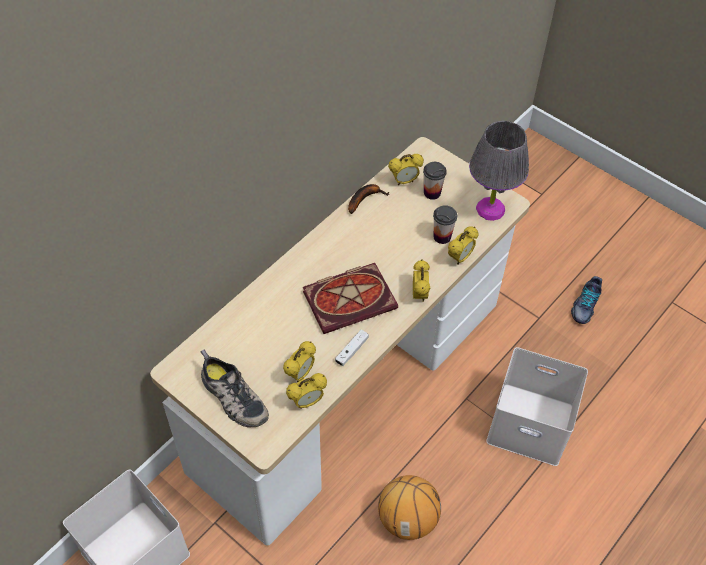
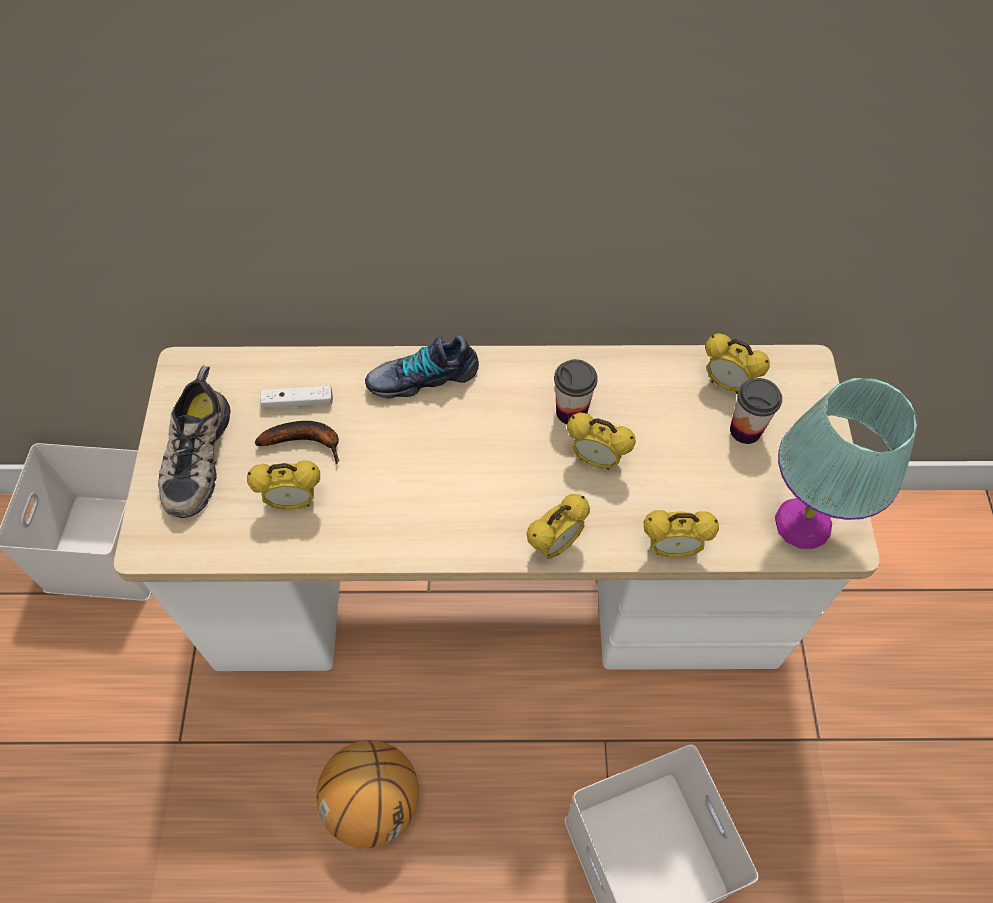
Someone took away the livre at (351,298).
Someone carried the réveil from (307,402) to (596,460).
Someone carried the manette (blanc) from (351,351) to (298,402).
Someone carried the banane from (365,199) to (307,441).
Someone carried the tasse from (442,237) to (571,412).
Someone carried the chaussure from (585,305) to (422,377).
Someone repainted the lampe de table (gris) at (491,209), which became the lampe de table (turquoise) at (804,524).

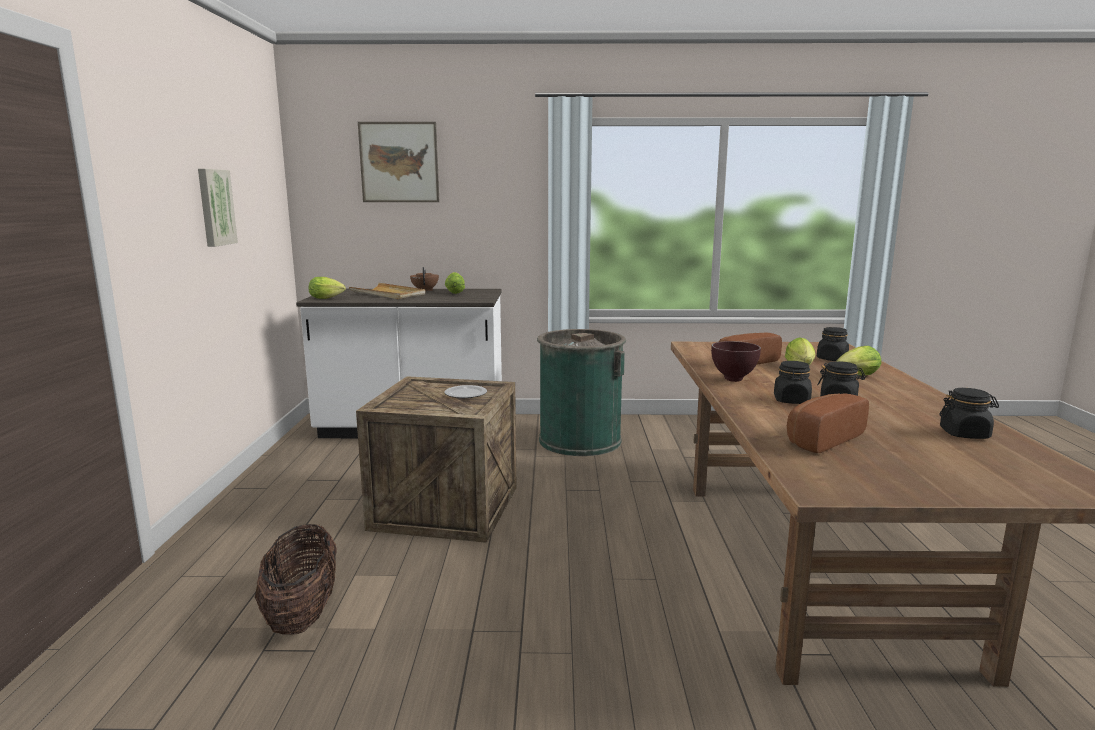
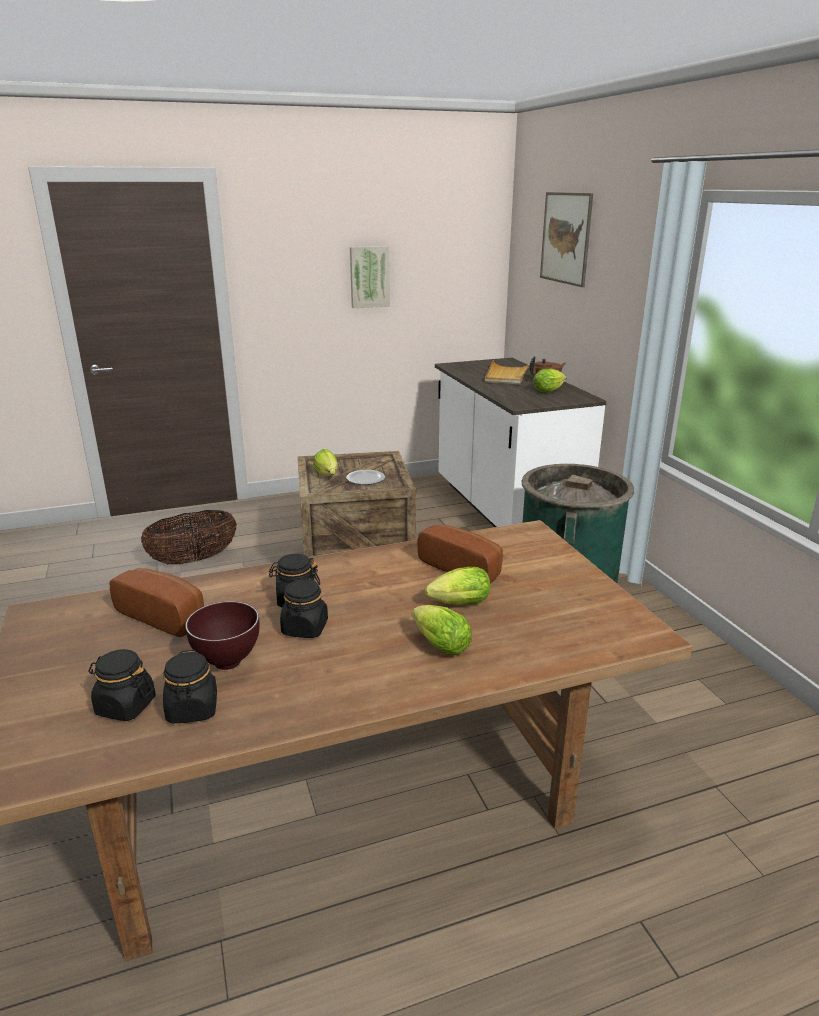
Someone carried the laitue from (328,298) to (327,476).
Someone carried the bol (marron) from (733,380) to (226,663).
Someone carried the bocal (noir) from (832,359) to (125,706).

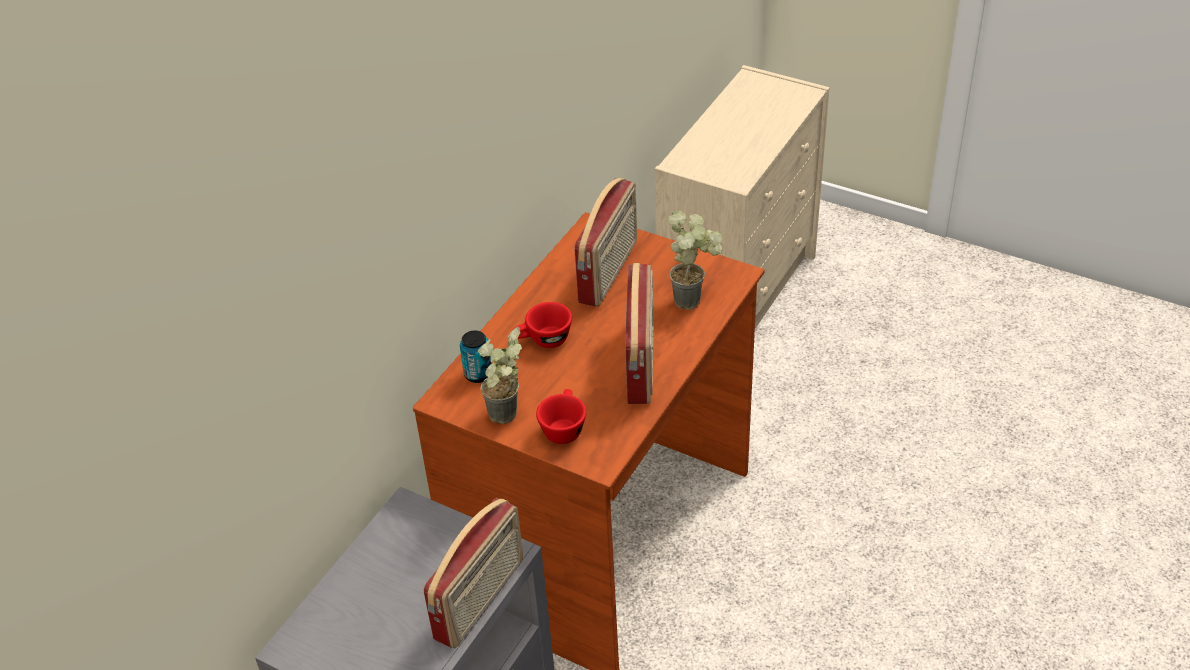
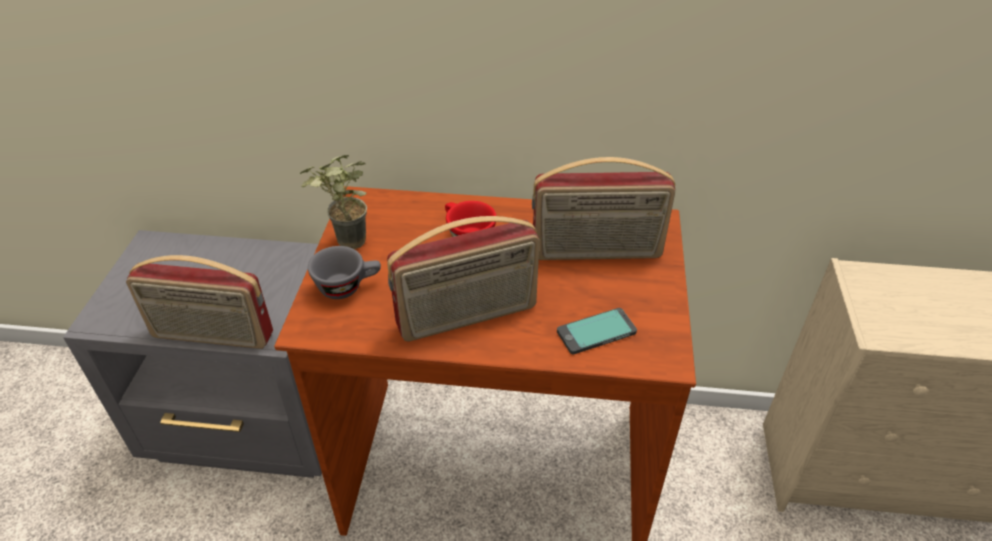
Someone took away the boîte métallique at (478,374).
Someone swapped the plante en pot at (694,299) for the téléphone at (596,332).
Someone repainted the tasse (rouge) at (563,427), which became the tasse (gris) at (348,286).

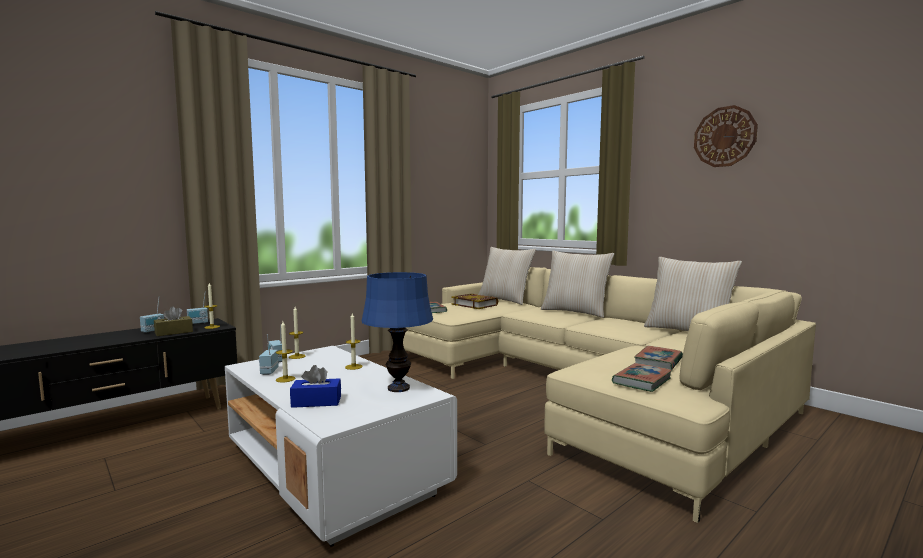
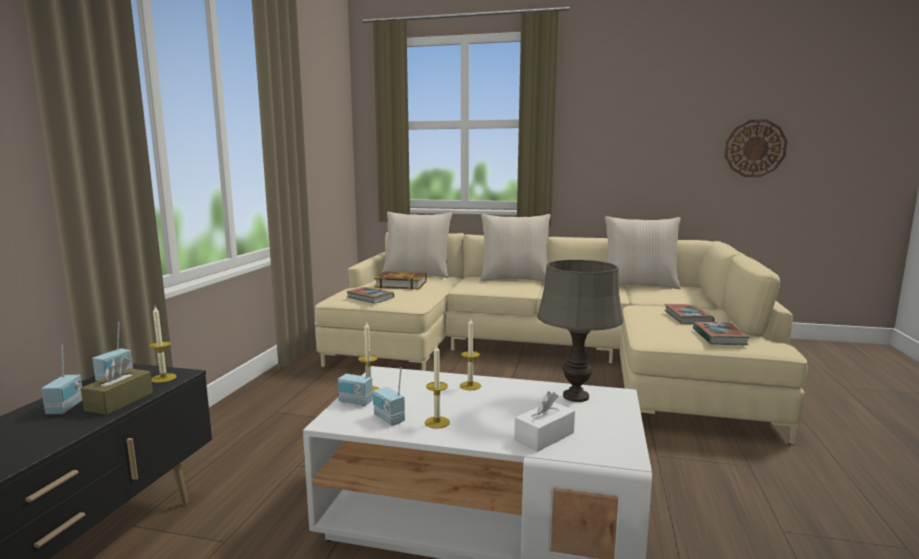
Someone carried the horloge murale from (724,137) to (755,148).
Someone repainted the boîte à mouchoirs (bleu) at (316,402), which became the boîte à mouchoirs (blanc) at (544,436).
Someone repainted the lampe de table (bleu) at (398,388), which became the lampe de table (gris) at (575,396).

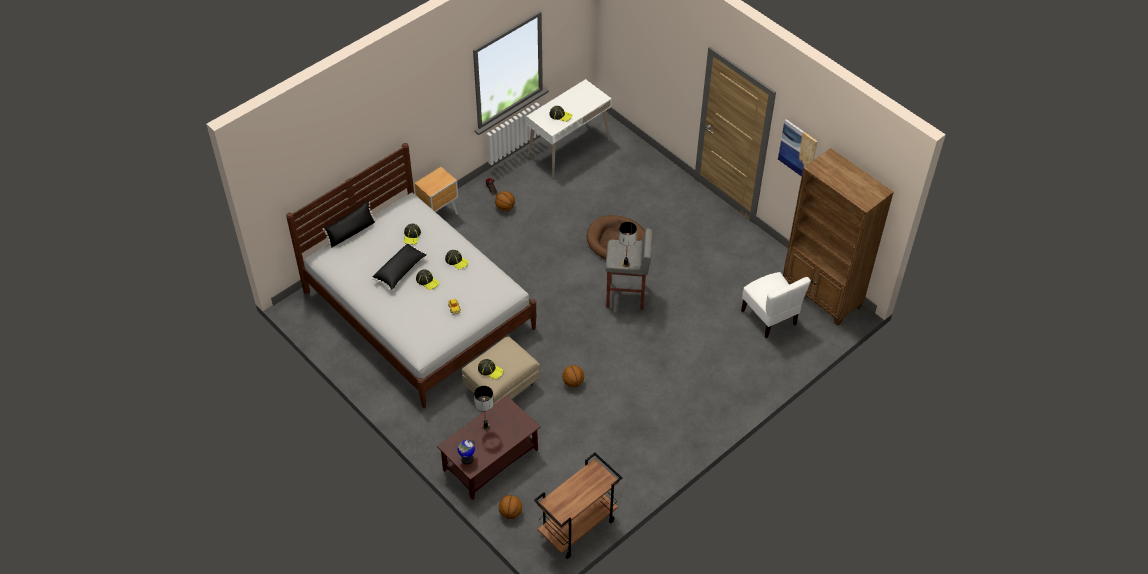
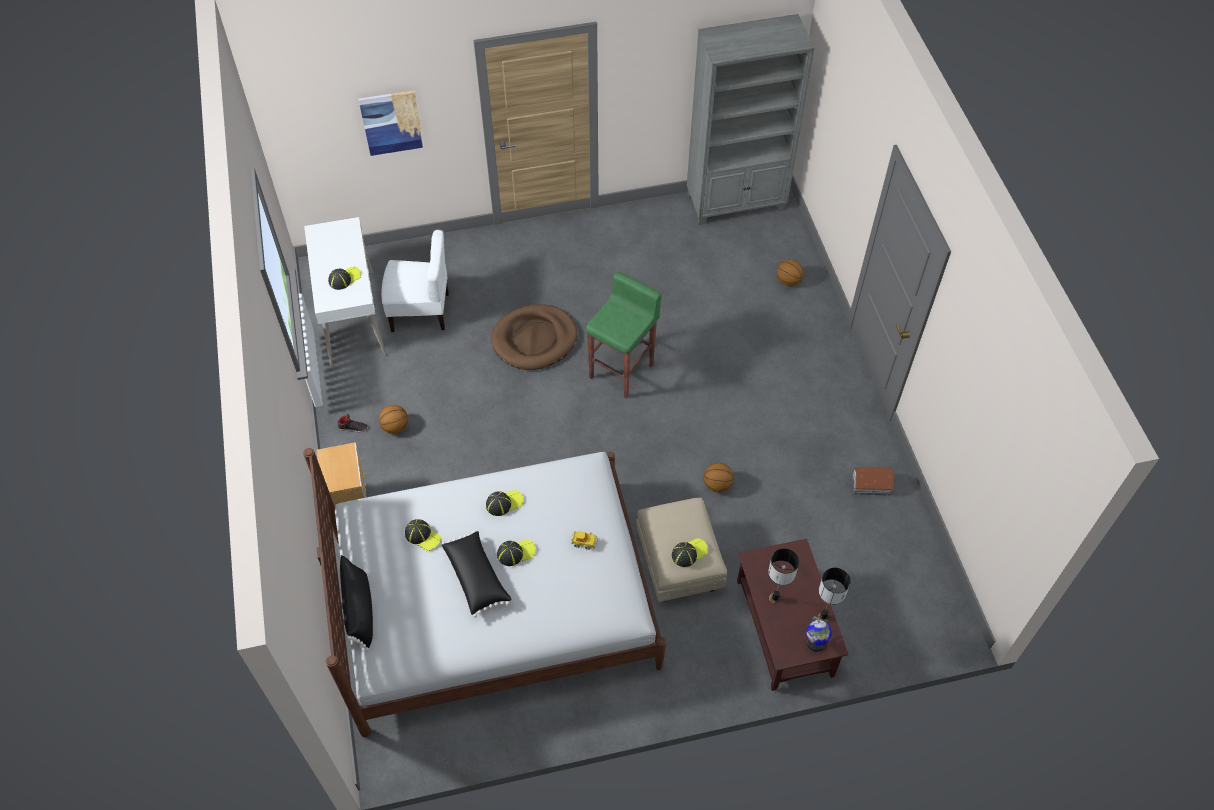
Someone took away the chariot (marron) at (577,528).
Someone put down the maison miniature at (871,484).
Someone carried the ballon de basket from (510,513) to (788,281).
Someone carried the lampe de table from (626,264) to (823,617).
Someone carried the chaise (blanc) from (769,317) to (421,311).
Someone carried the tableau from (798,149) to (391,122).
Someone repainted the tabouret (gris) at (626,296), which became the tabouret (vert) at (622,371).
Someone repainted the bibliothèque (marron) at (821,296), which became the bibliothèque (gris) at (736,202).

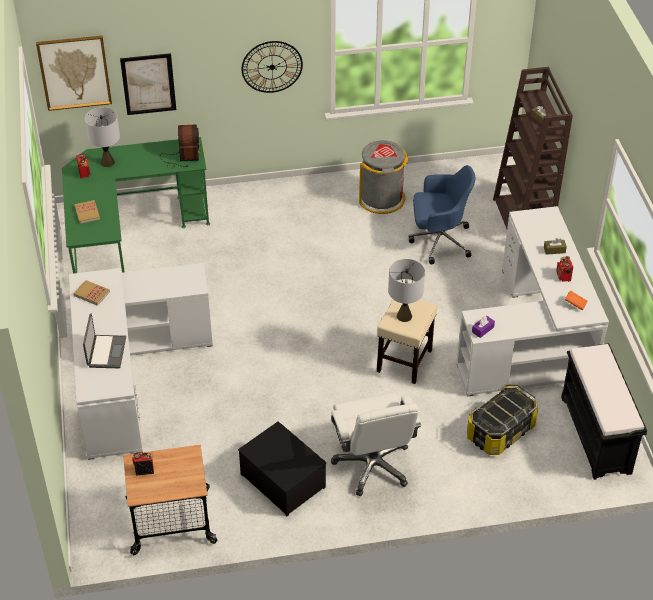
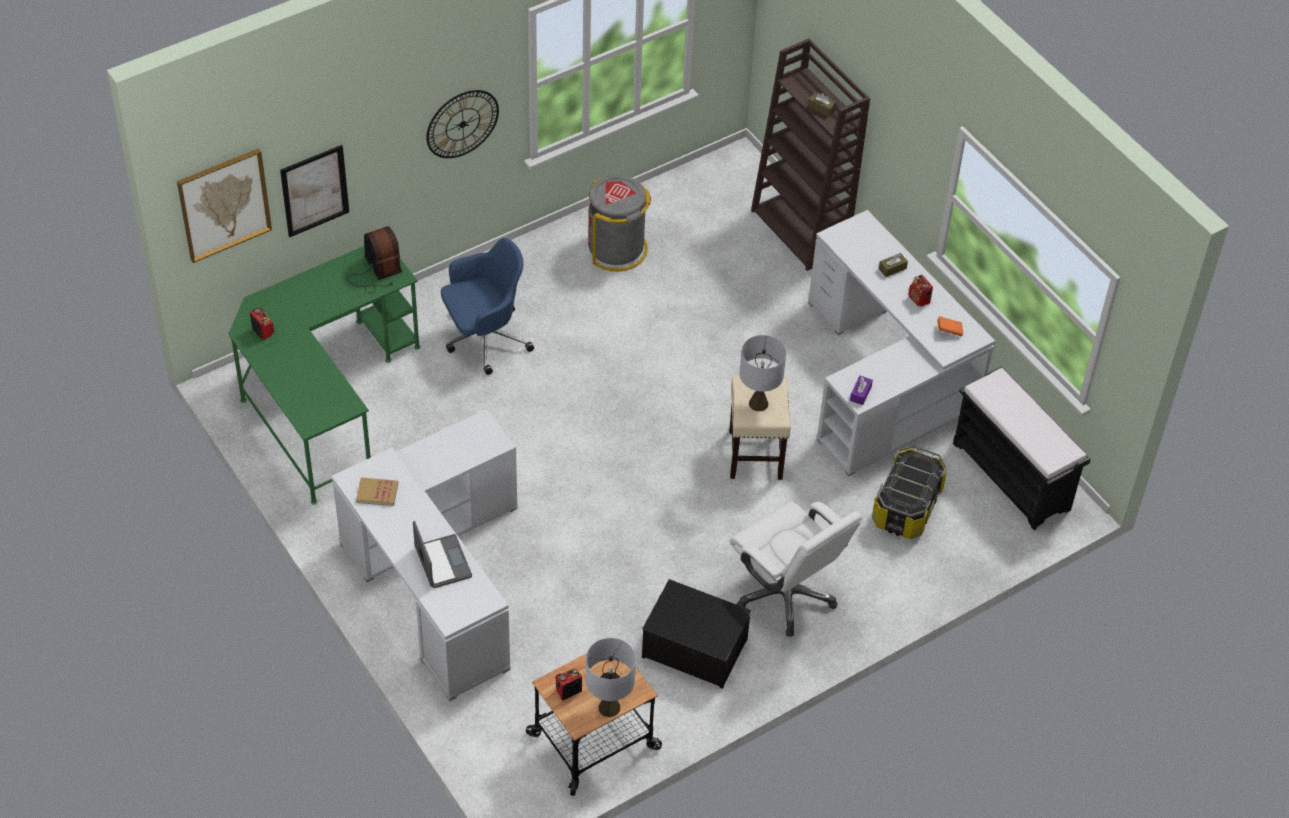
Someone took away the livre at (87,213).
Someone carried the lampe de table (gris) from (107,162) to (609,707).
Someone carried the chaise de bureau (bleu) from (438,240) to (484,339).

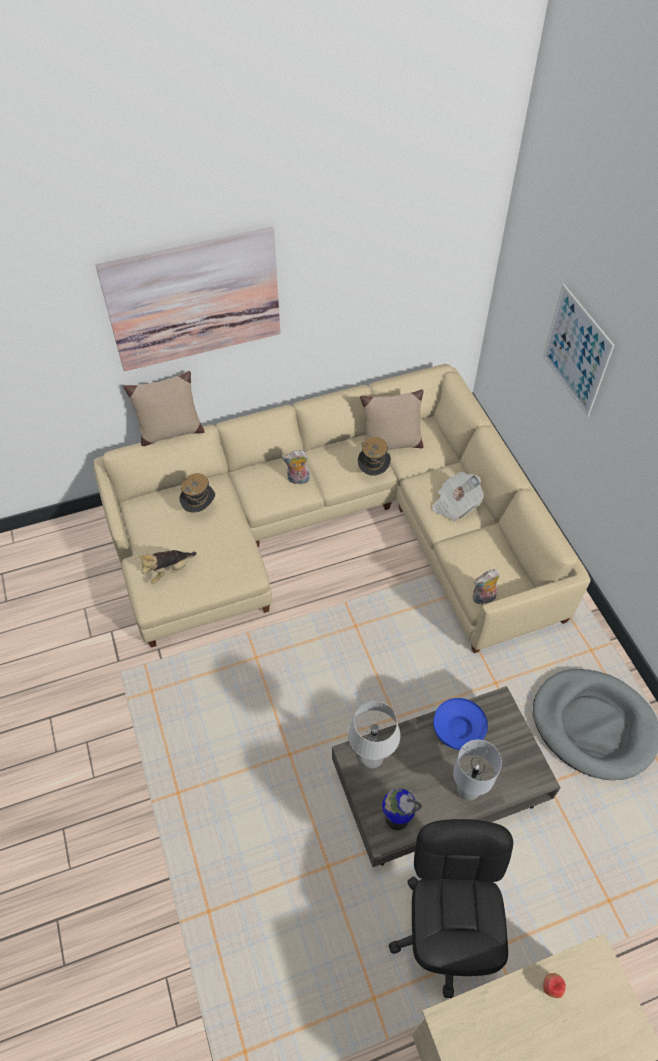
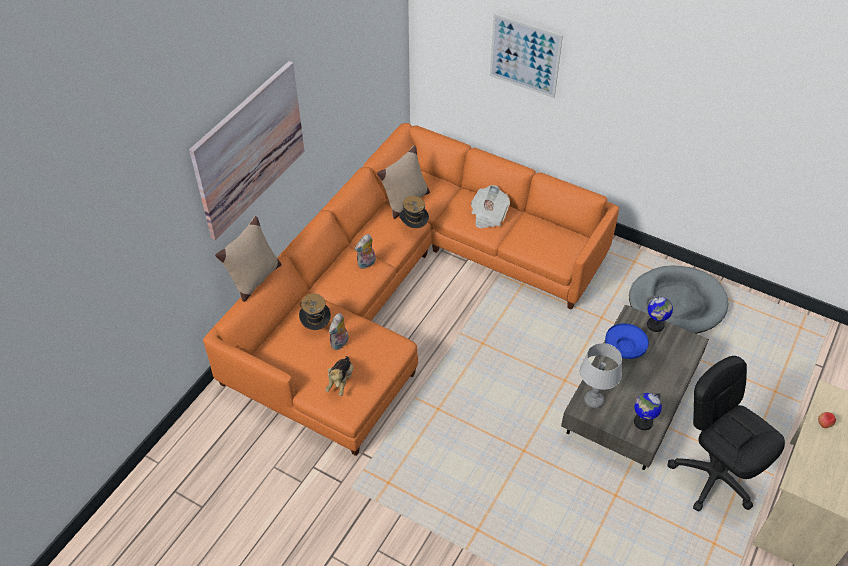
Someone took away the lampe de table (gris) at (467,790).
Someone put down the globe at (655,325).
Someone carried the peluche from (483,599) to (340,343).
Someone repainted the canapé (beige) at (336,528), which became the canapé (orange) at (404,290).

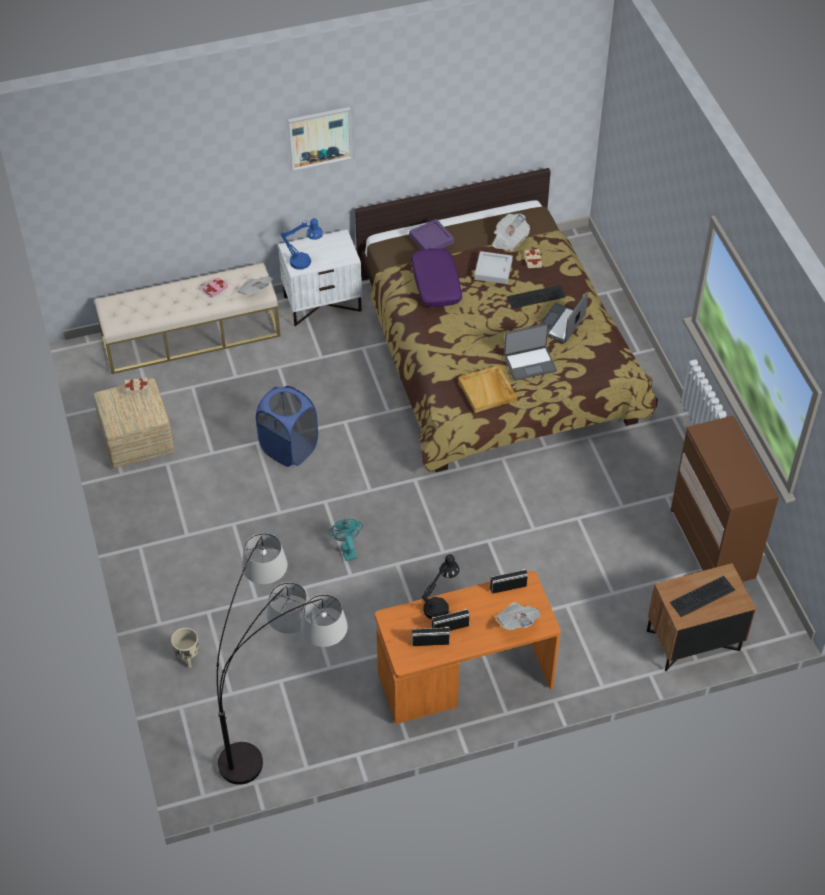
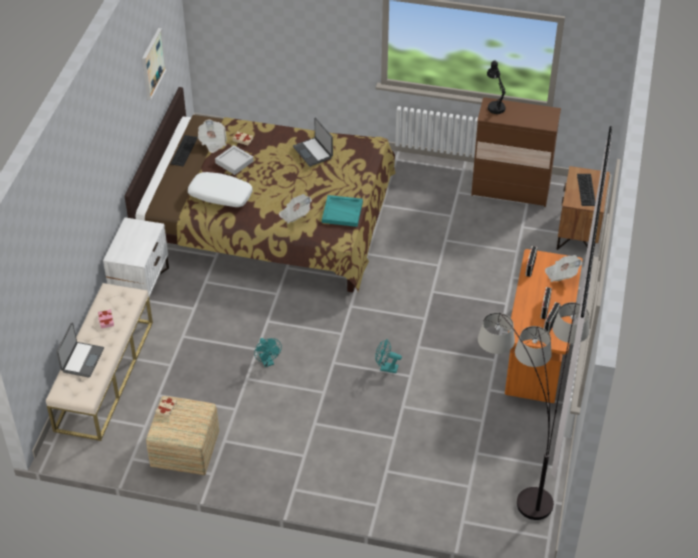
Someone took away the cache-pot (beige) at (187,657).
Someone took away the lampe de table (bleu) at (305,262).
Someone took away the plateau (violet) at (431,240).
Someone carried the journal from (255,292) to (295,215).
Someone carried the tableau from (320,137) to (152,63).
Someone carried the lampe de table (noir) from (439,605) to (494,106).
Someone carried the ordinateur portable from (529,363) to (82,360).
Someone carried the clavier from (536,296) to (183,150).
Someone swapped the panier à linge (bleu) at (289,448) for the ventilateur (turquoise) at (267,362).
Someone repainted the coussin (violet) at (435,283), which became the coussin (blanc) at (220,195).
Someone repainted the plateau (beige) at (487,391), which became the plateau (turquoise) at (342,212).

